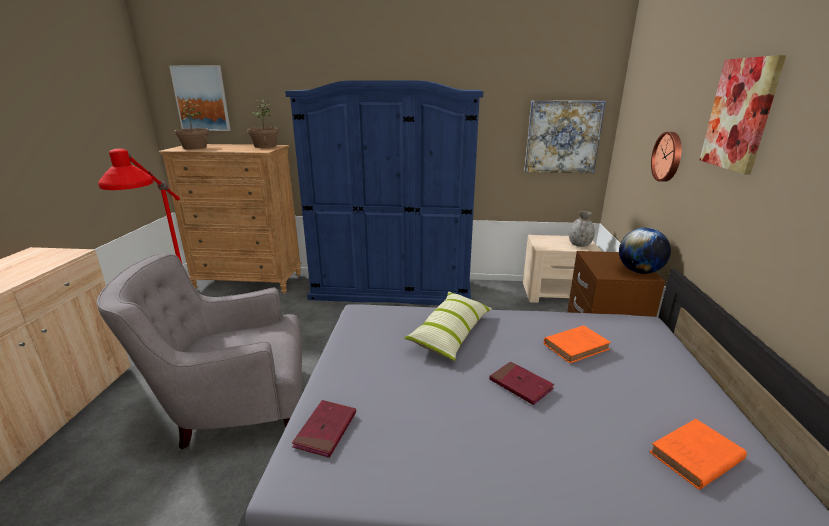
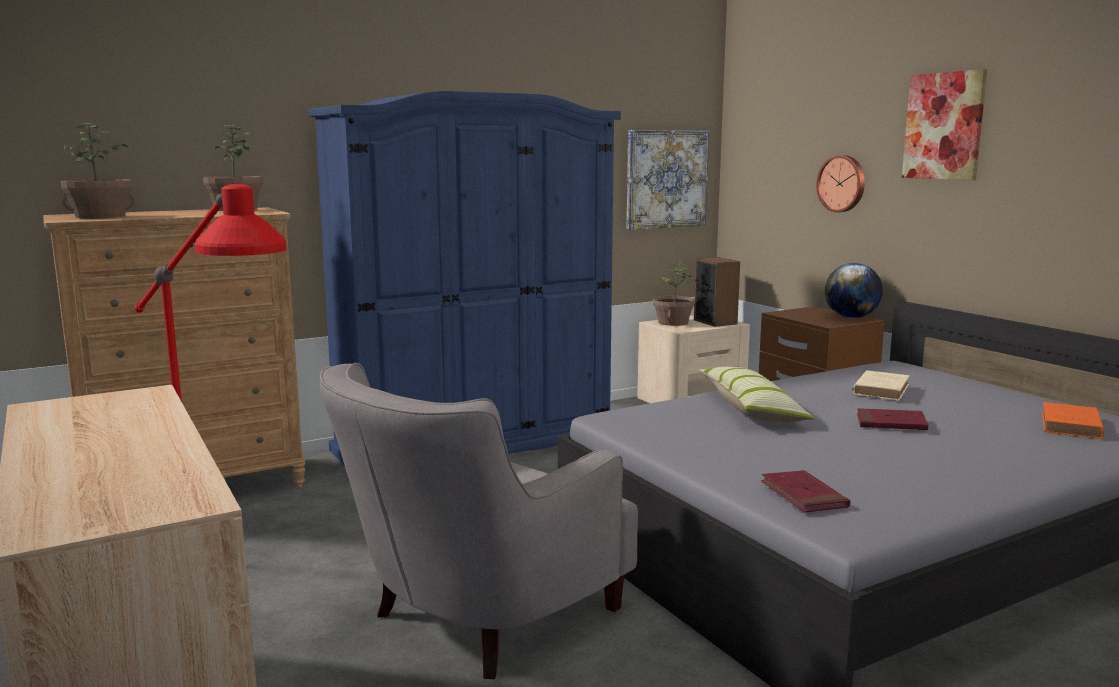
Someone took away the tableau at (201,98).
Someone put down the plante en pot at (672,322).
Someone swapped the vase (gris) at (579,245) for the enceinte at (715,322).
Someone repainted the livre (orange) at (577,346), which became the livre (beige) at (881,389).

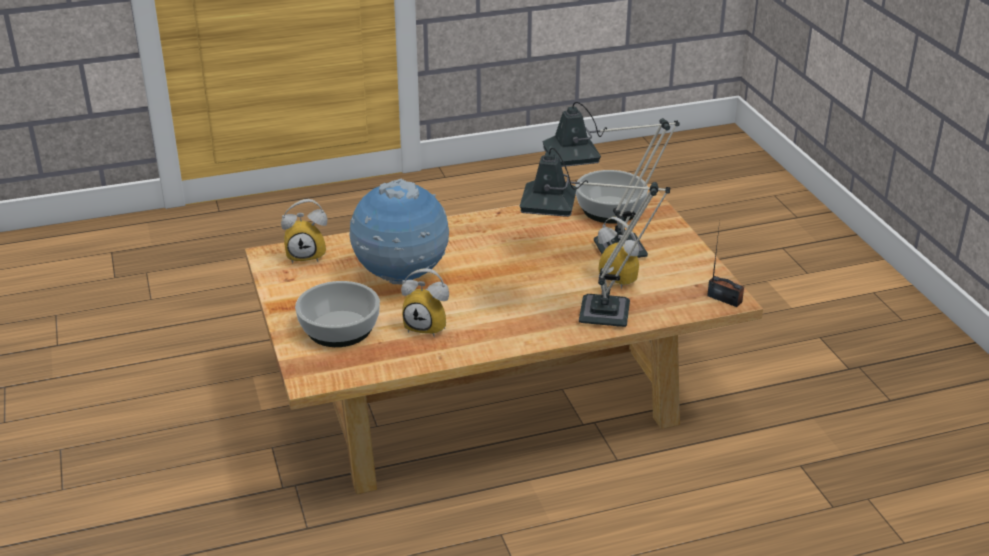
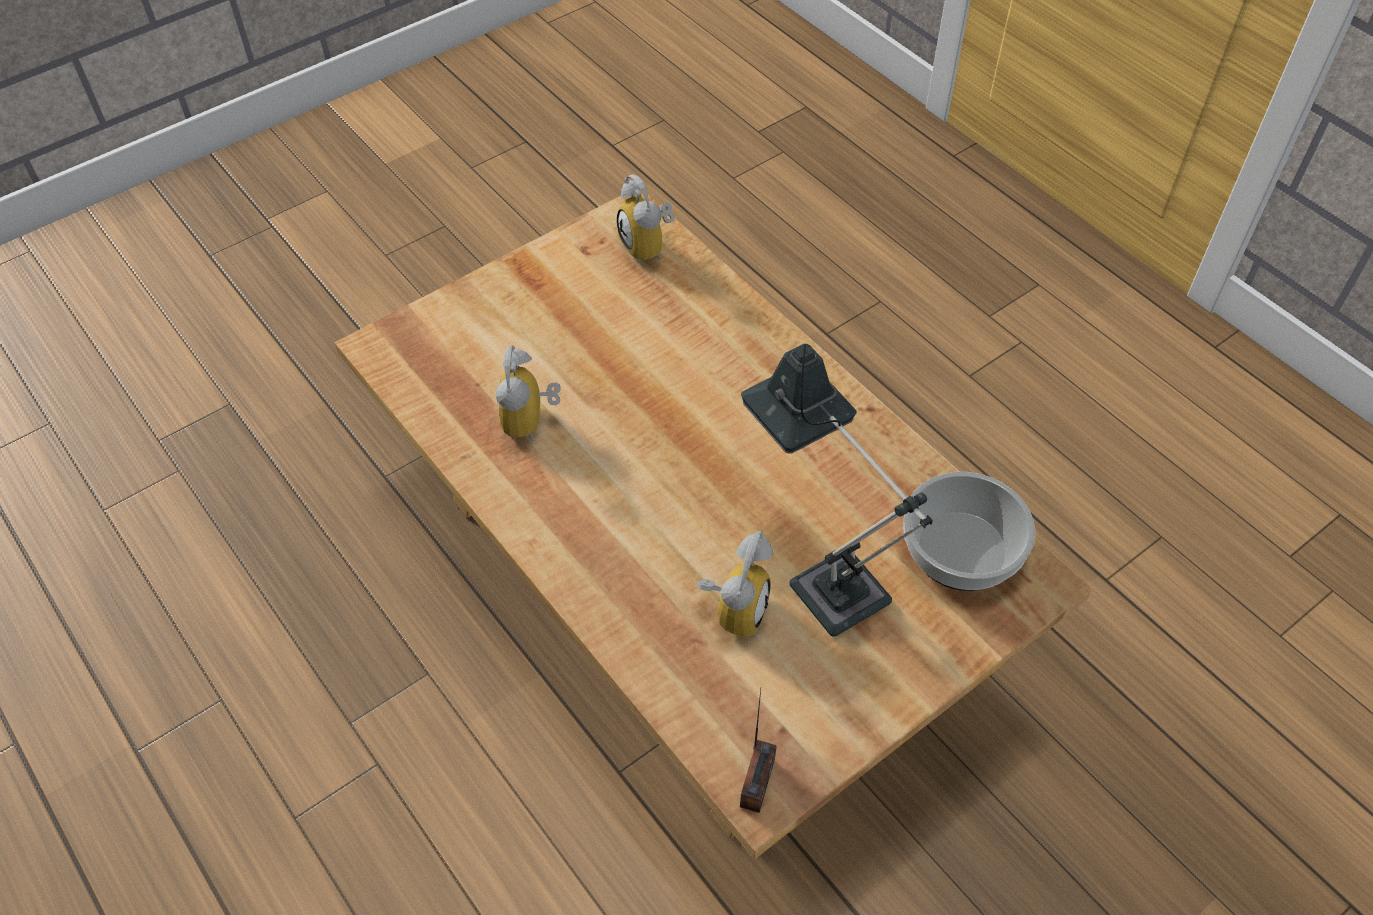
Someone took away the bol at (340,329).
Someone took away the globe at (401,278).
Someone took away the lampe de table at (589,312).

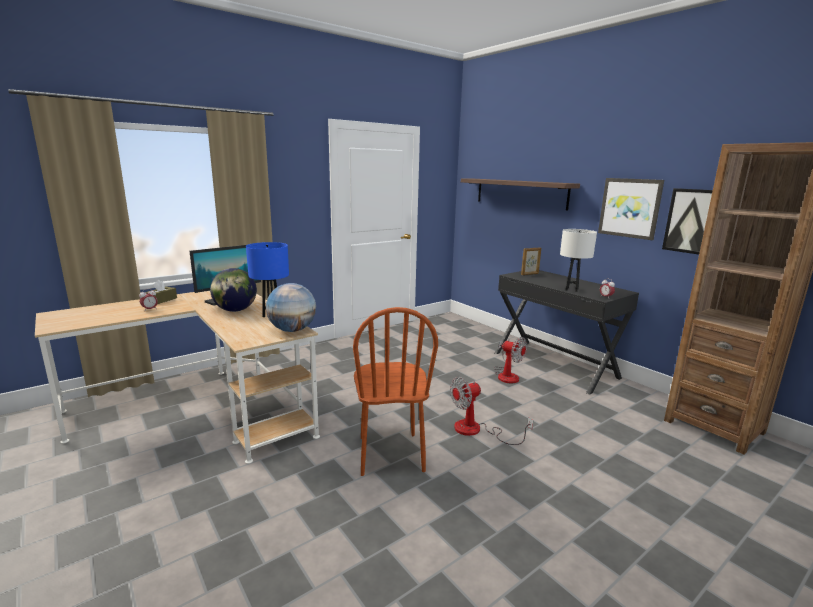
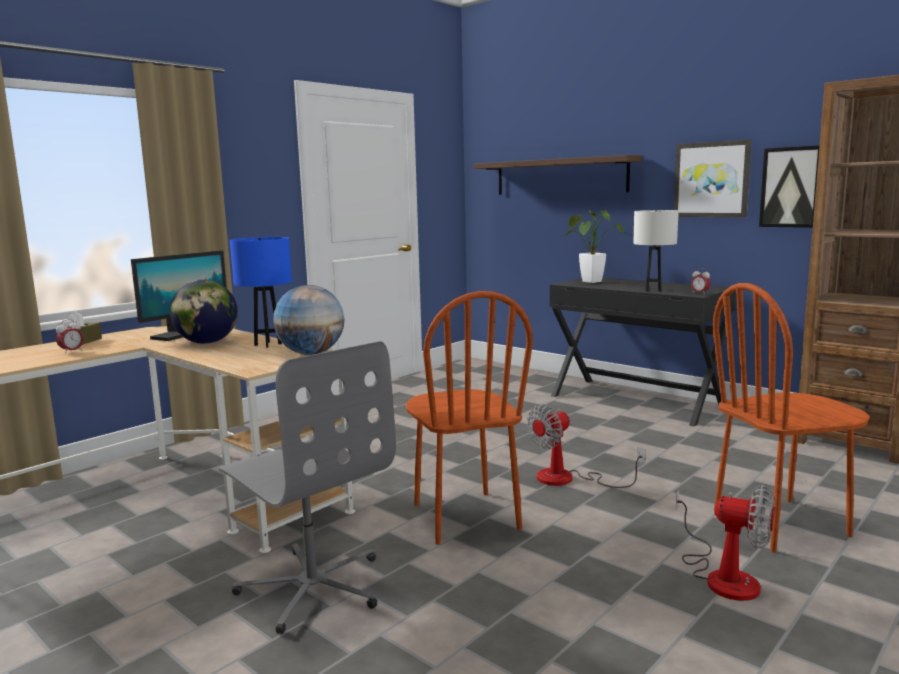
Someone put down the chaise de bureau (gris) at (313,587).
Someone put down the chaise (marron) at (780,523).
Someone carried the ventilateur from (507,375) to (723,576).
Someone swapped the cadre photo at (530,274) for the plante en pot at (589,281).

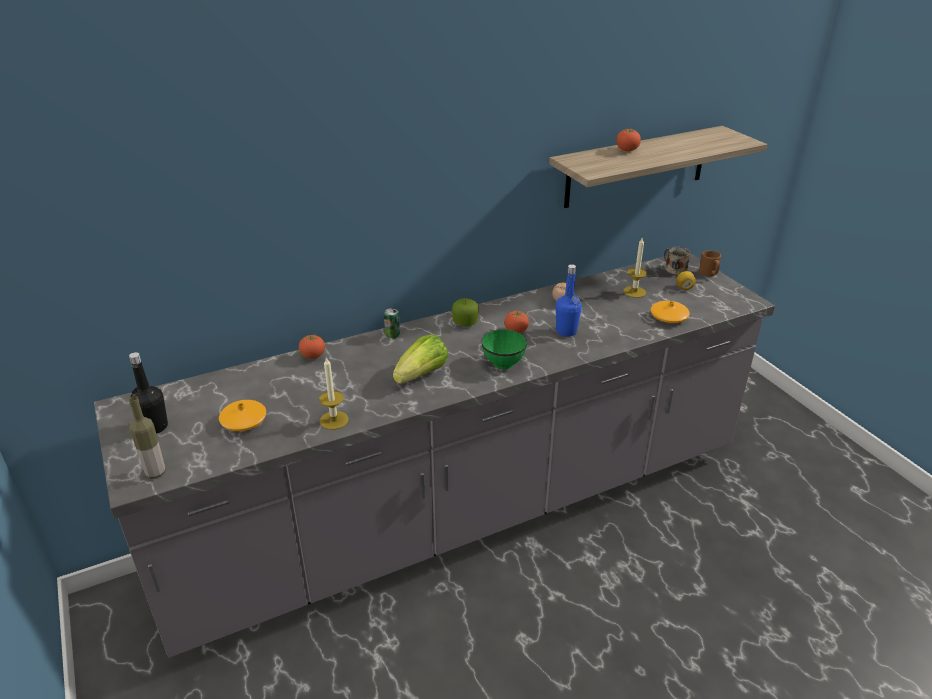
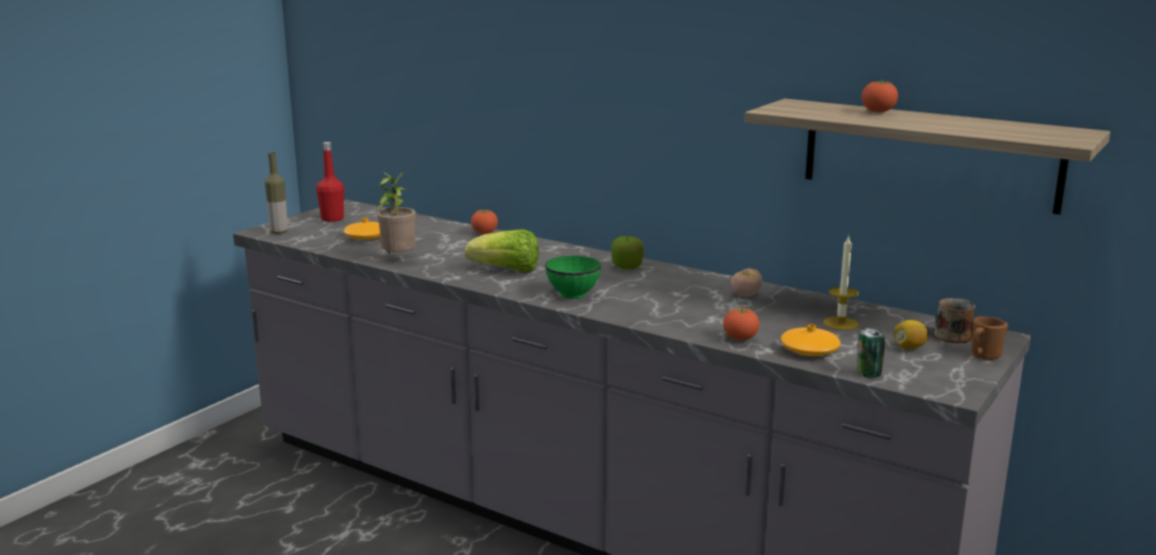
Someone took away the bouteille (bleu) at (566,331).
Someone carried the boîte métallique from (392,335) to (868,373).
Someone carried the tomate from (516,331) to (740,339).
Someone swapped the bougie at (334,420) for the plante en pot at (398,259).
Someone repainted the bouteille (noir) at (155,427), which became the bouteille (rouge) at (332,219).

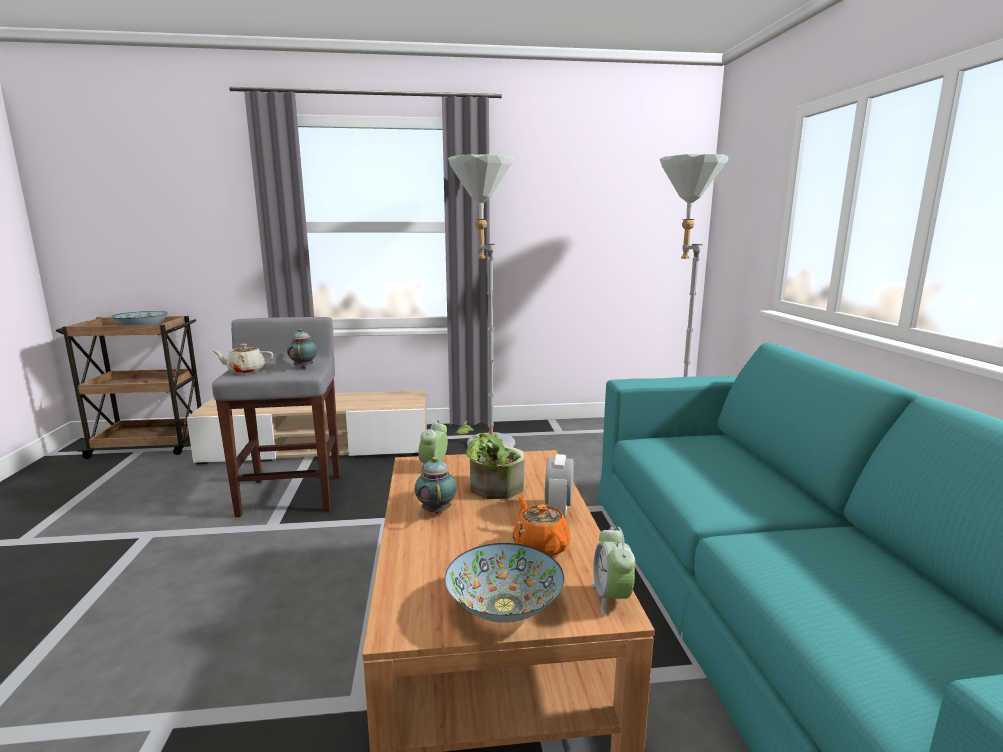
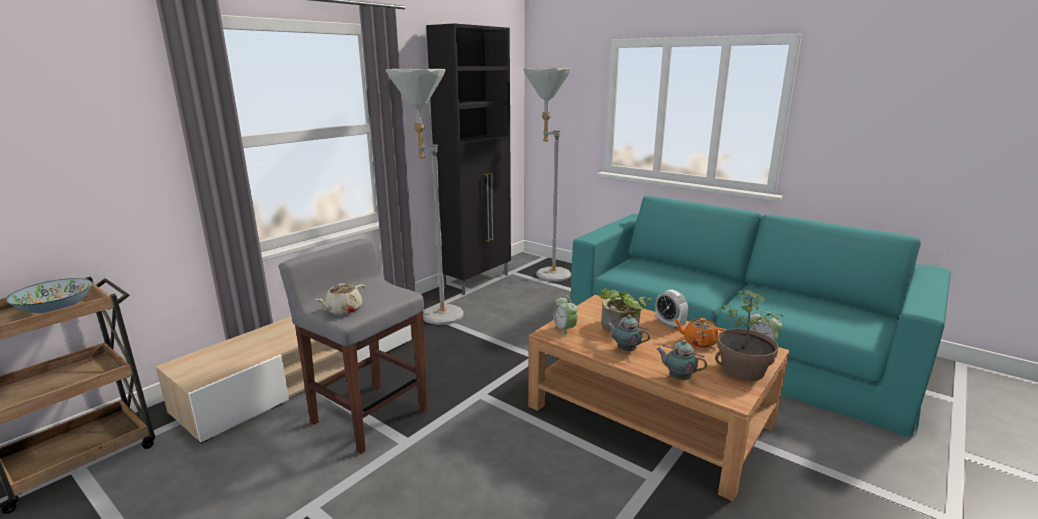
Someone put down the meuble de rangement (noir) at (477,281).
Someone carried the théière from (304,367) to (678,378).
Someone swapped the bol at (503,606) for the plante en pot at (742,370).

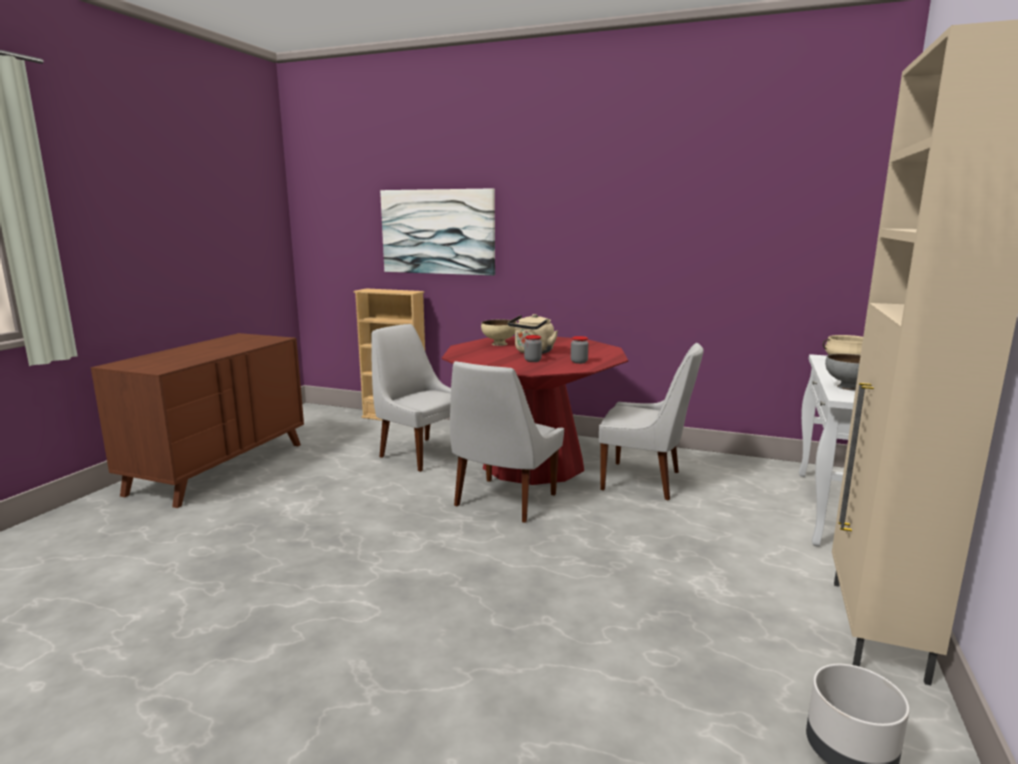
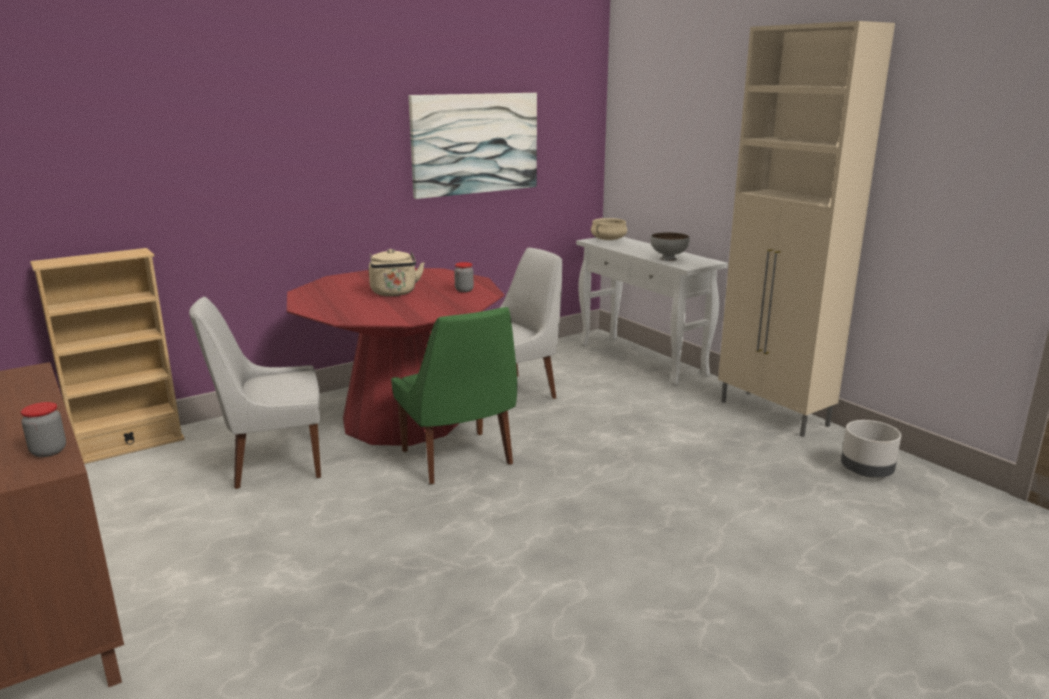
Someone took away the bol (beige) at (499,344).
Someone carried the tableau from (438,232) to (475,144).
Someone carried the bocal from (532,360) to (48,451).
Someone repainted the chaise (blanc) at (503,501), which became the chaise (vert) at (458,459).

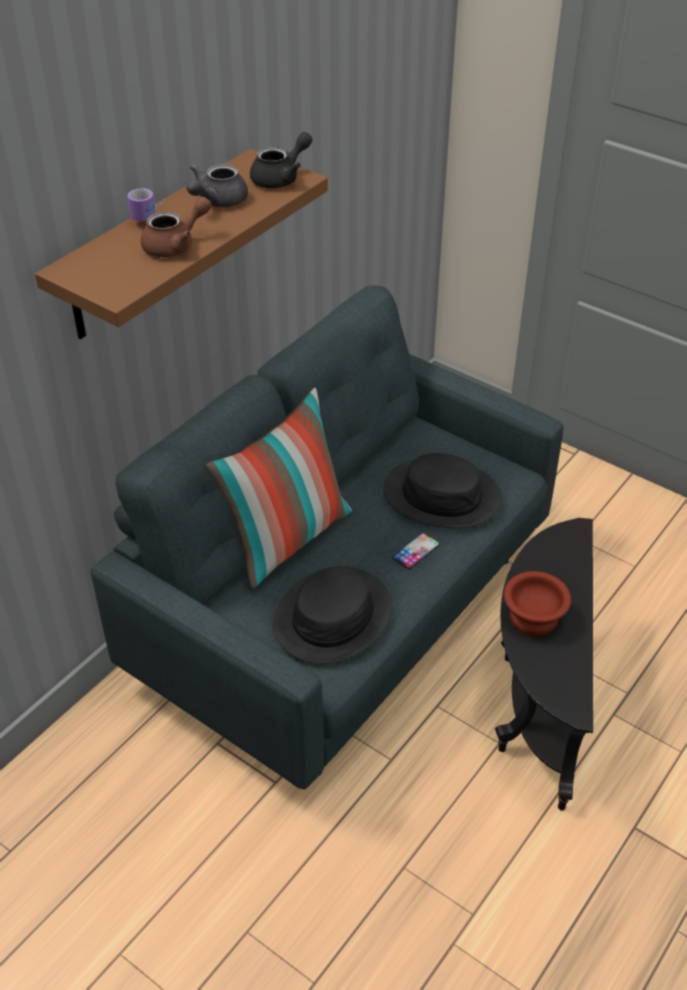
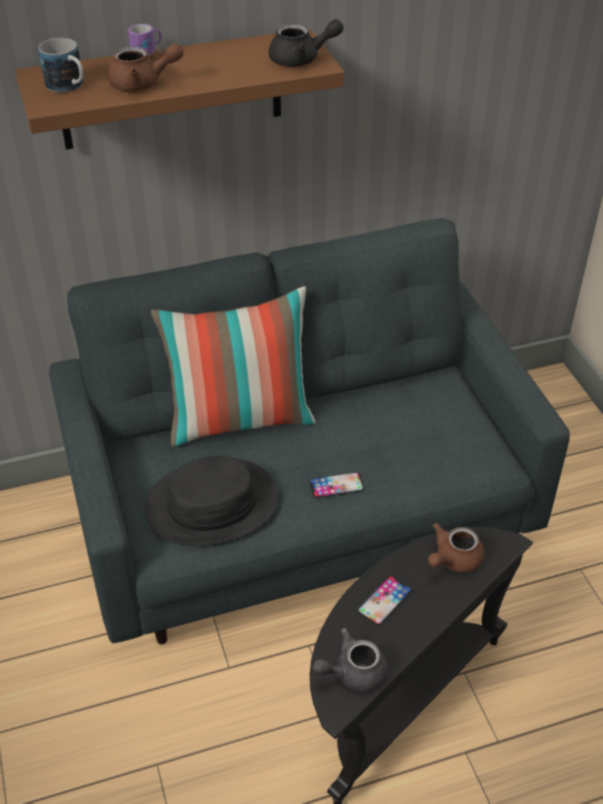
Someone took away the chapeau (noir) at (442,495).
Someone put down the mug at (69,87).
Someone put down the théière (marron) at (453,560).
Someone carried the théière (gris) from (217,201) to (352,672).
Someone swapped the bol (marron) at (535,616) for the téléphone at (384,601).

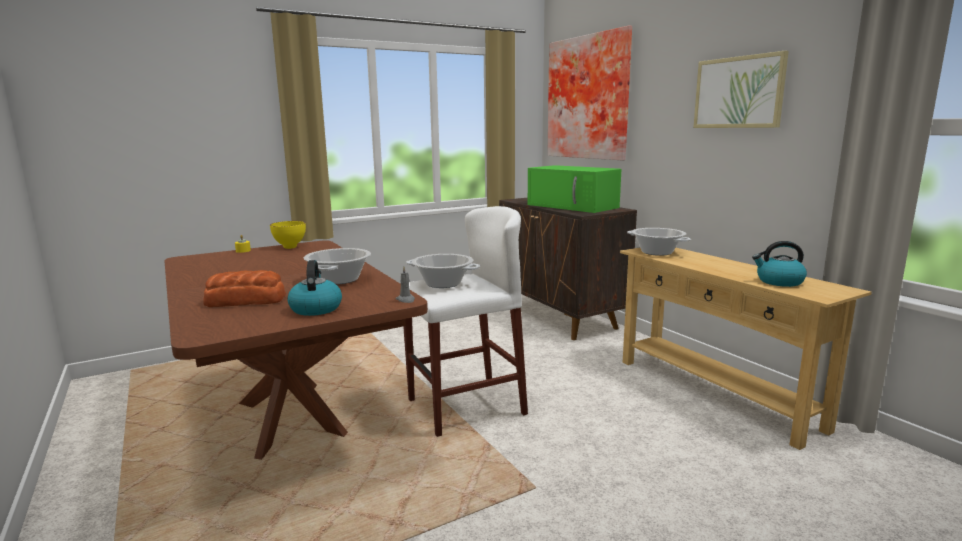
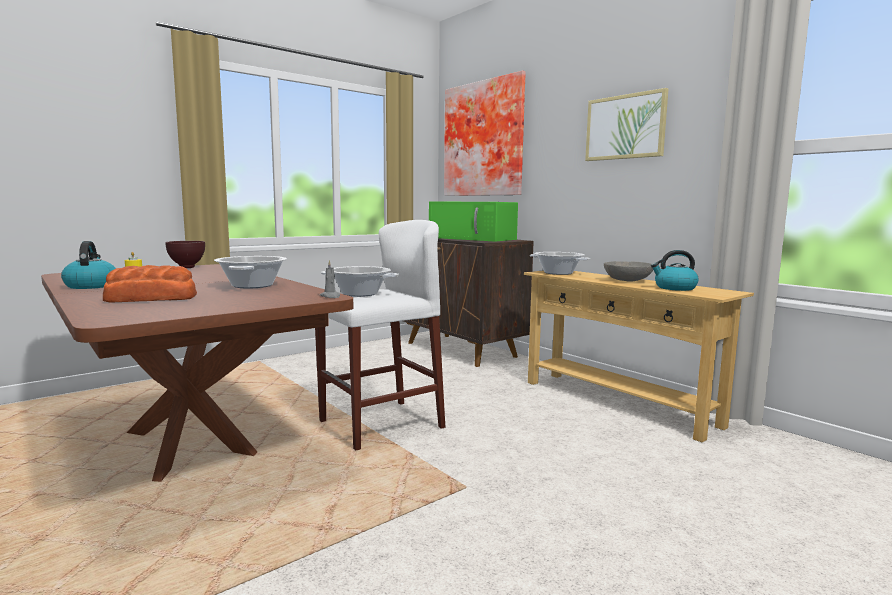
Someone put down the bol (gris) at (628,280).
Someone carried the bouilloire from (315,308) to (91,286).
Someone repainted the bol (jaune) at (291,247), which became the bol (marron) at (188,267).

